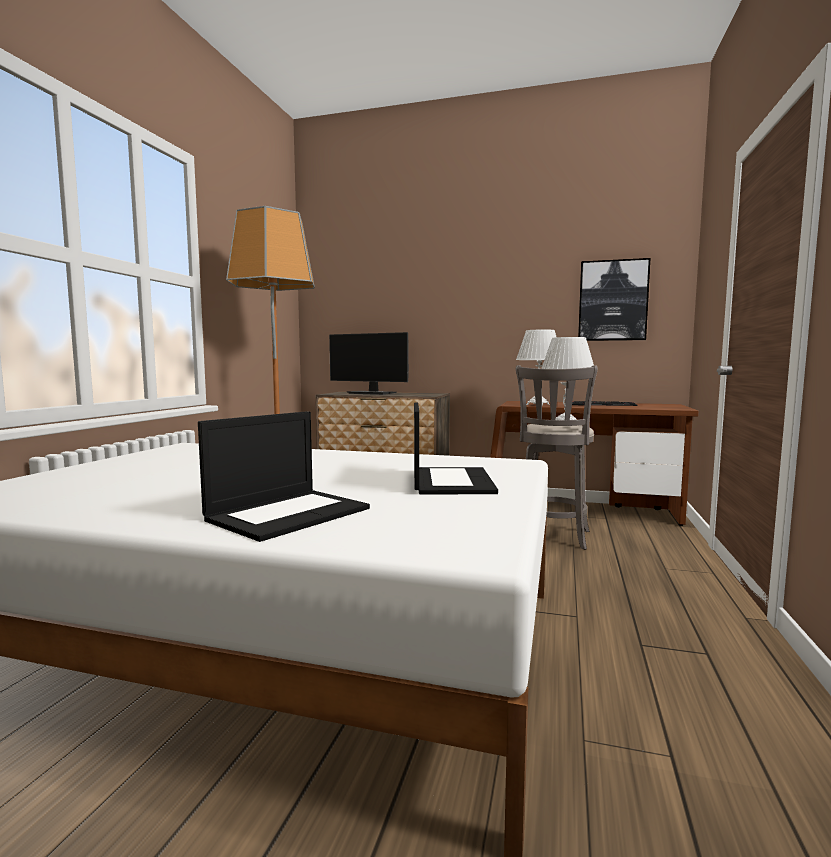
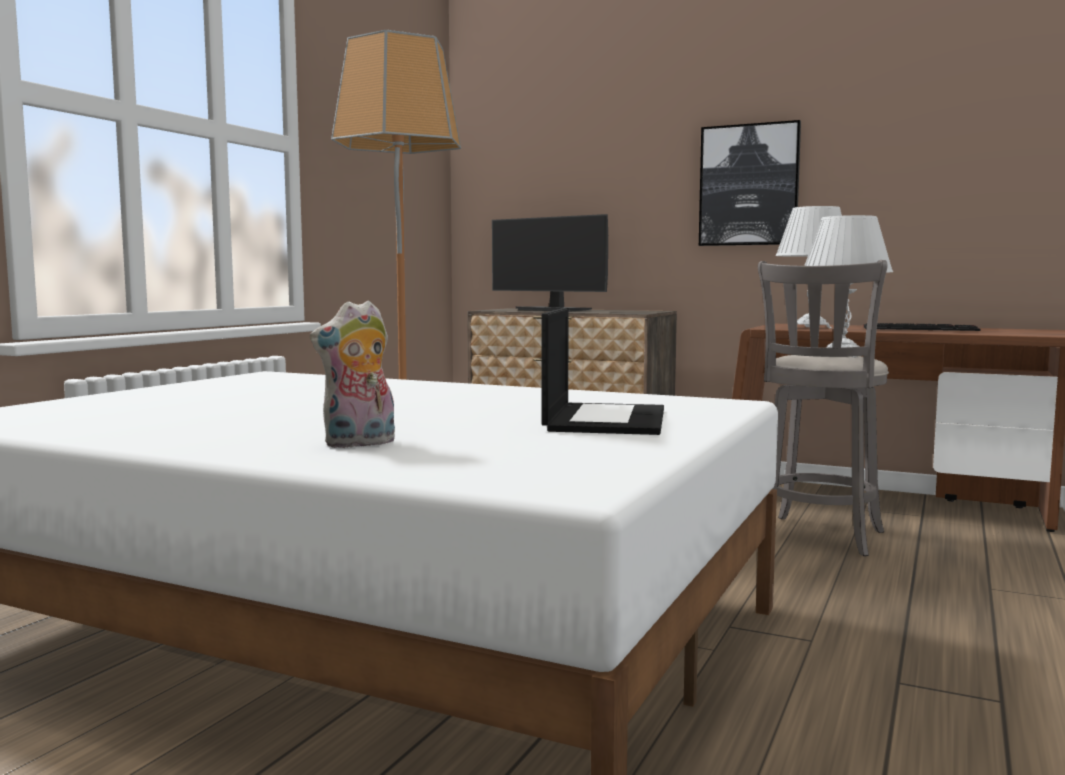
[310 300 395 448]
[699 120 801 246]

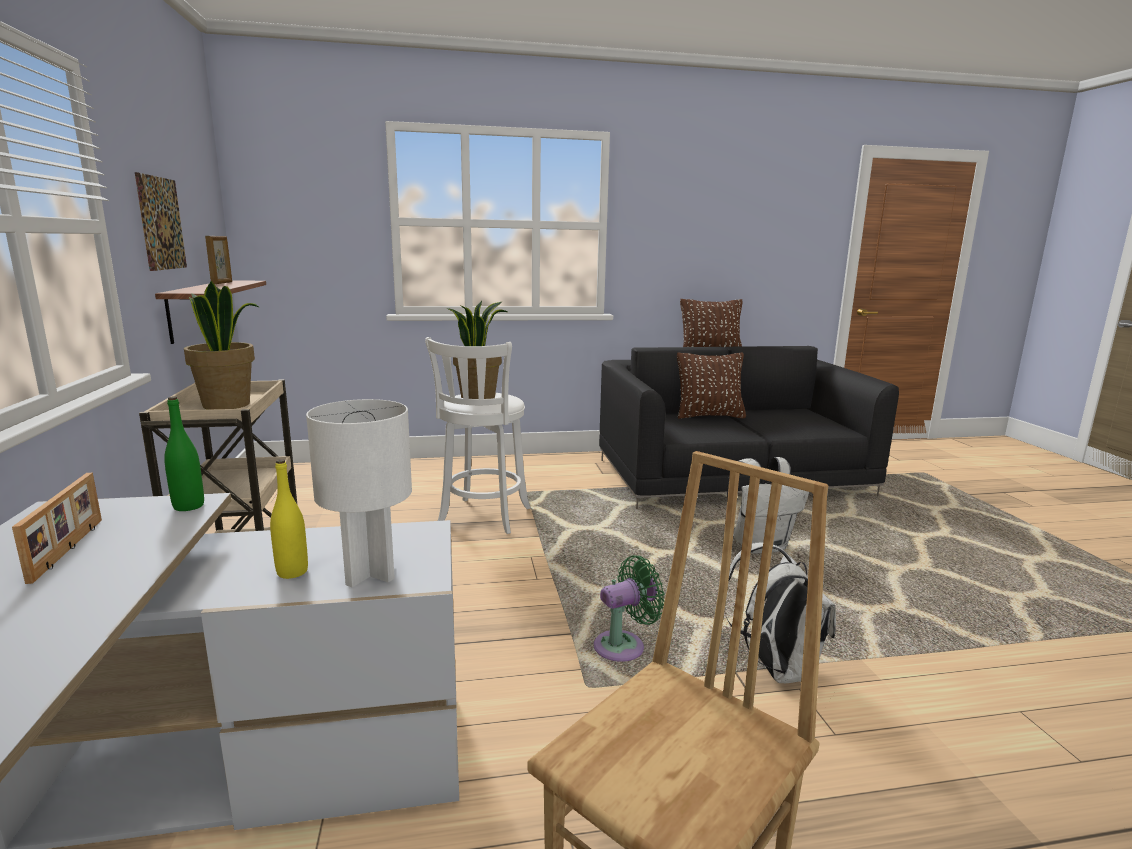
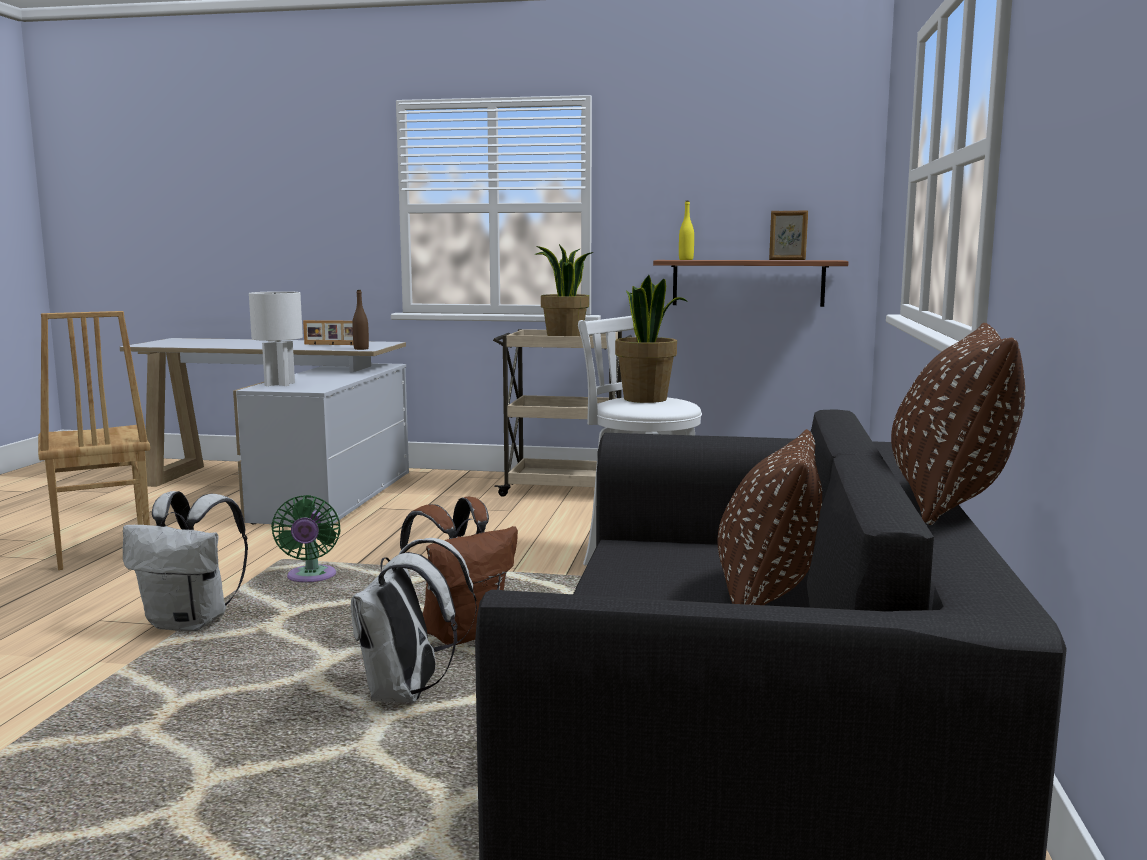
[352 290 369 350]
[400 497 518 645]
[679 201 694 260]
[135 172 187 271] (first image)

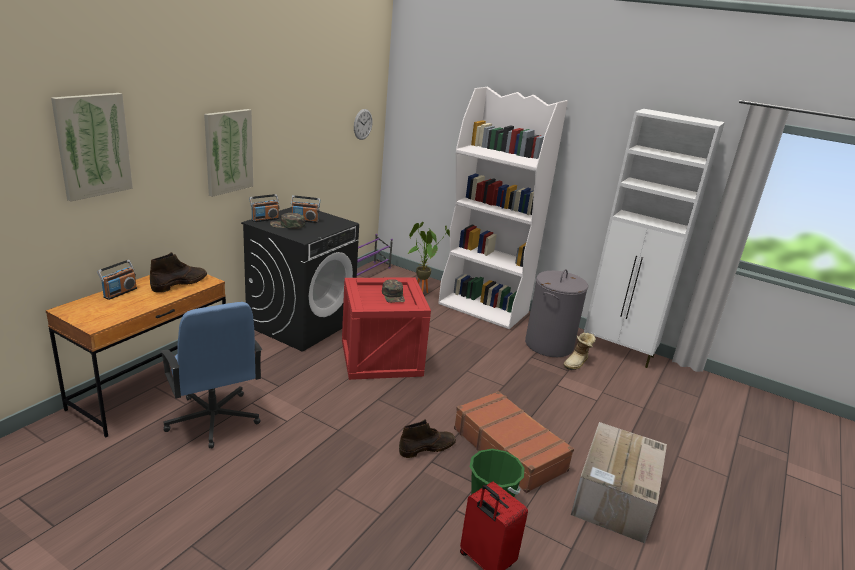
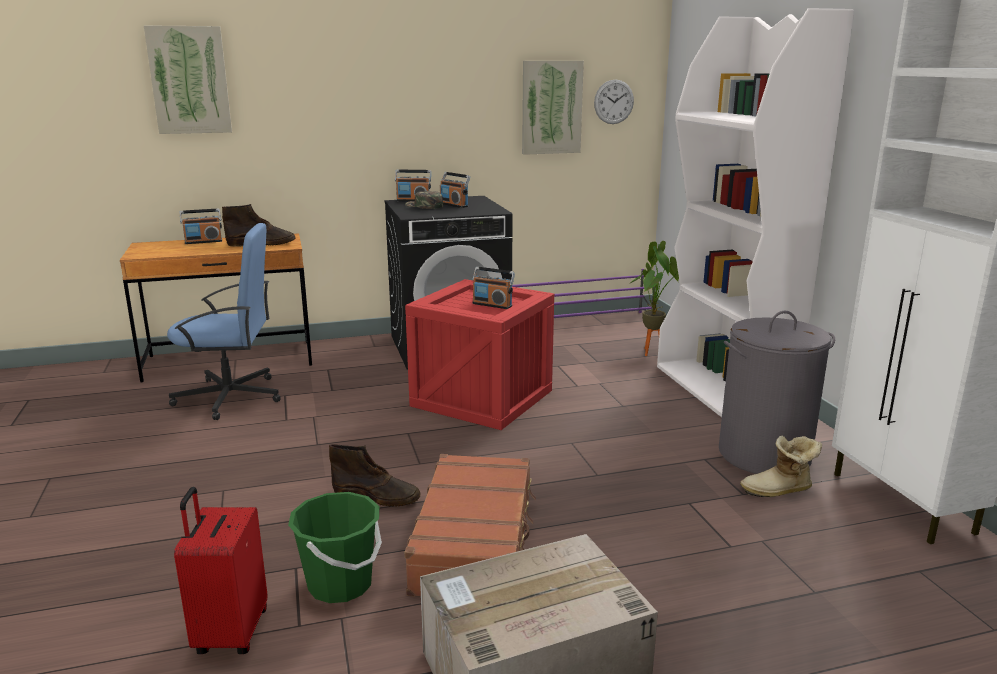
[167 223 281 420]
[472 267 515 309]
[522 61 584 155]

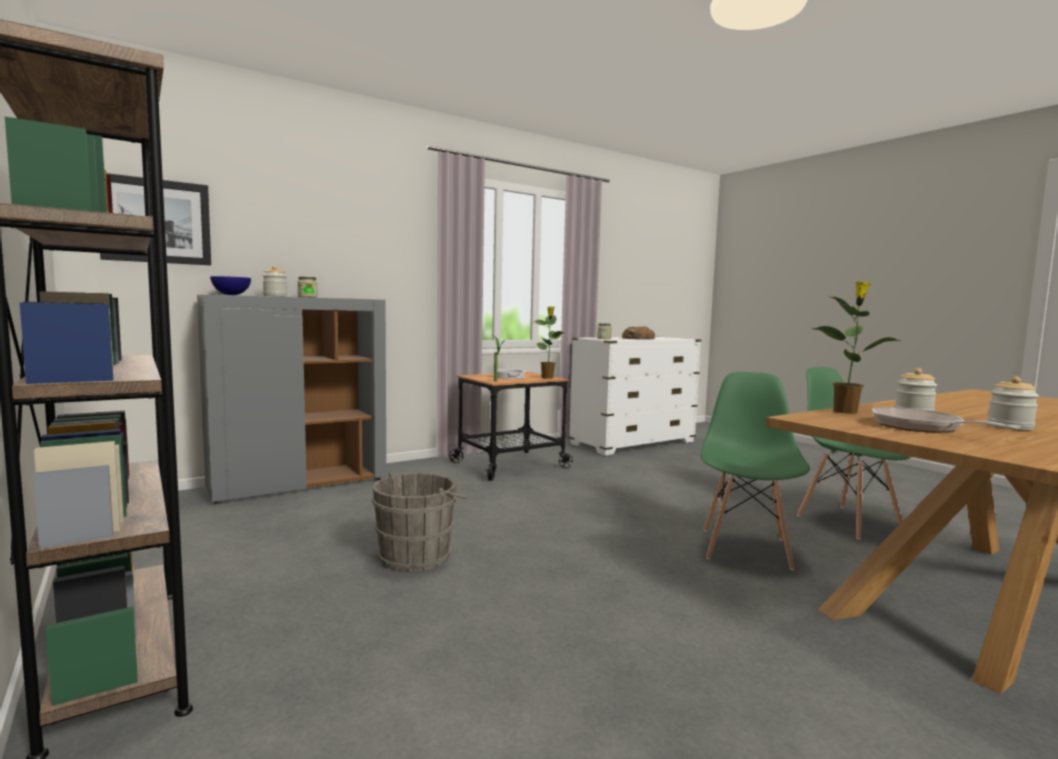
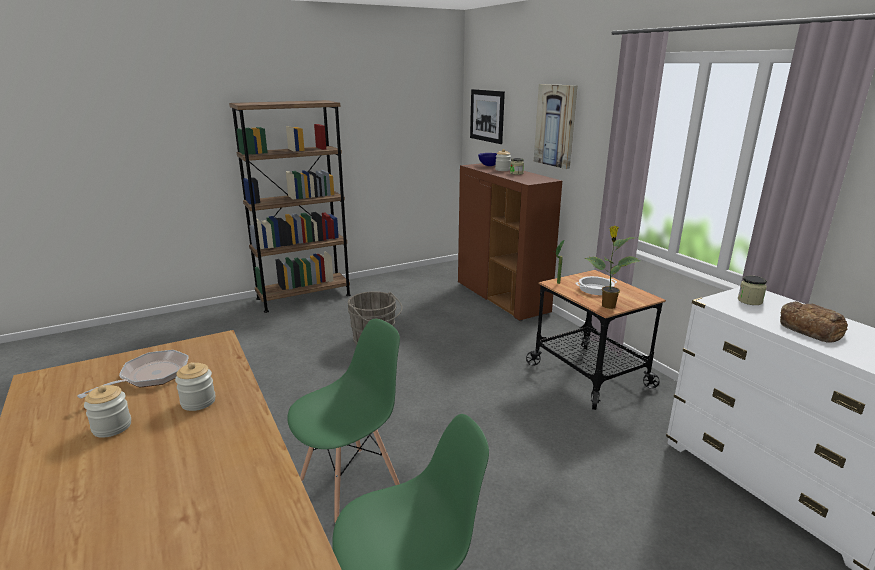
[77 350 189 398]
[287 319 400 523]
[458 163 562 321]
[534 84 577 169]
[811 281 901 414] (first image)

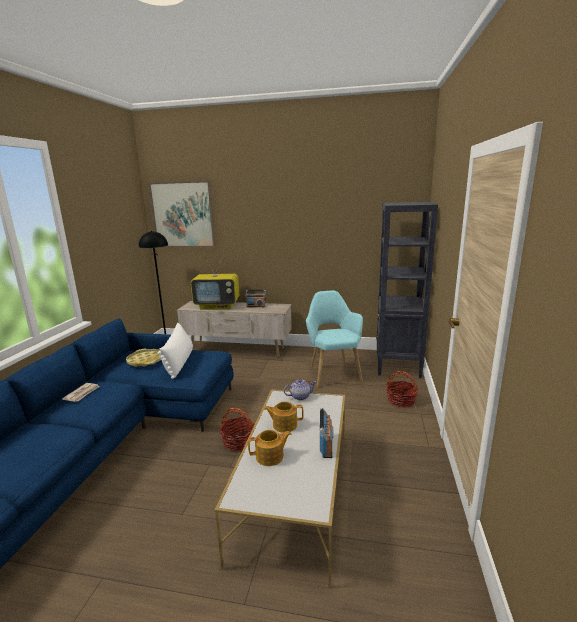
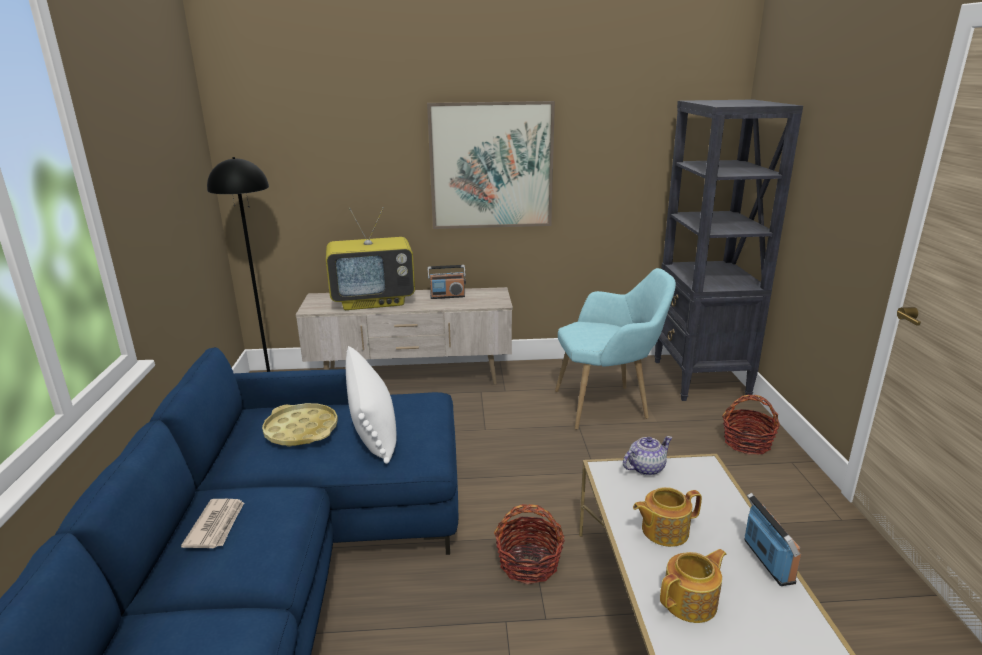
[427 101 555 229]
[555 268 676 430]

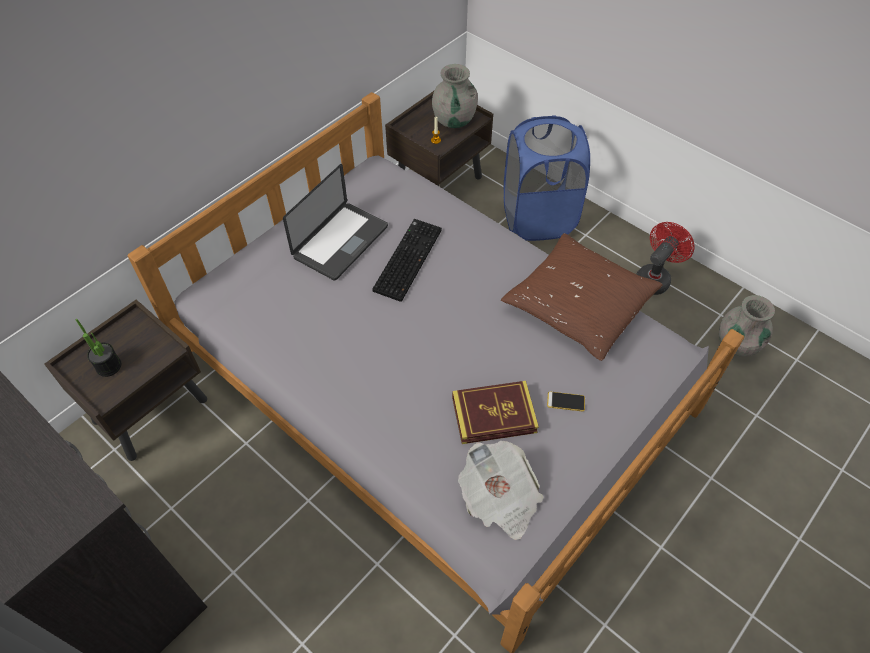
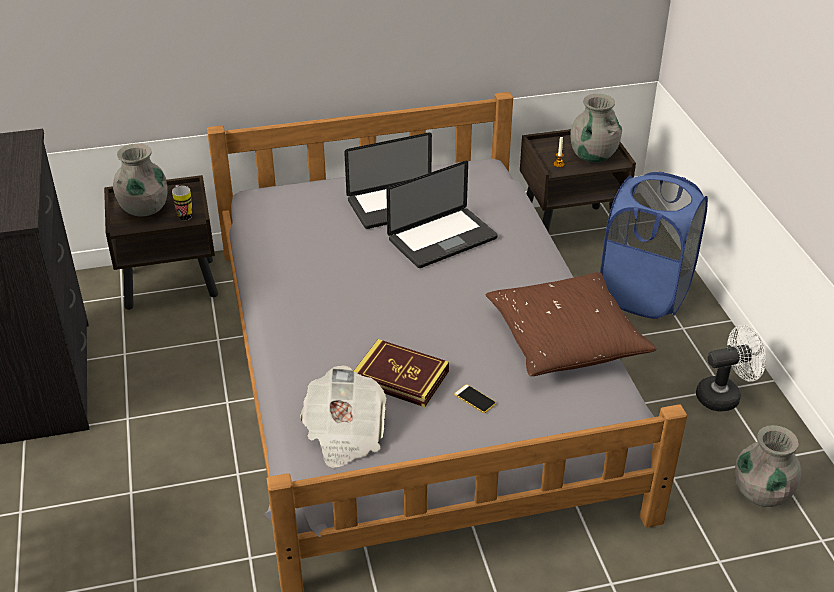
[113 144 168 216]
[172 185 192 220]
[386 161 498 268]
[696 325 766 412]

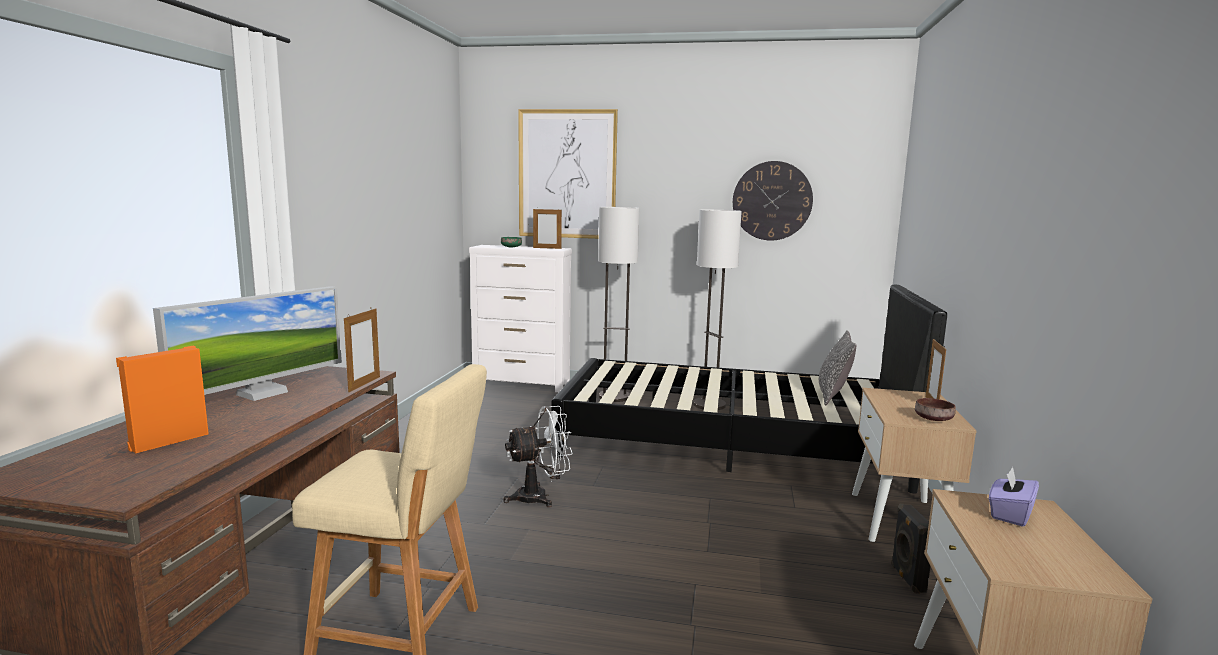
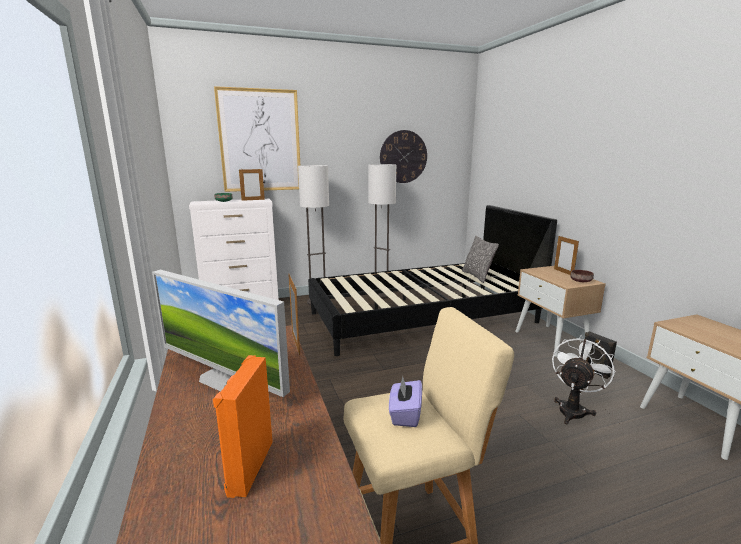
[152 270 290 397]
[389 376 422 427]
[552 335 616 424]

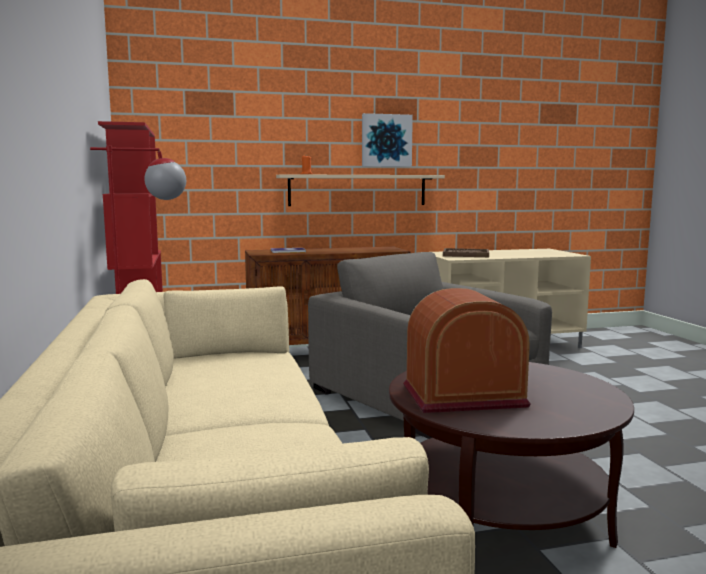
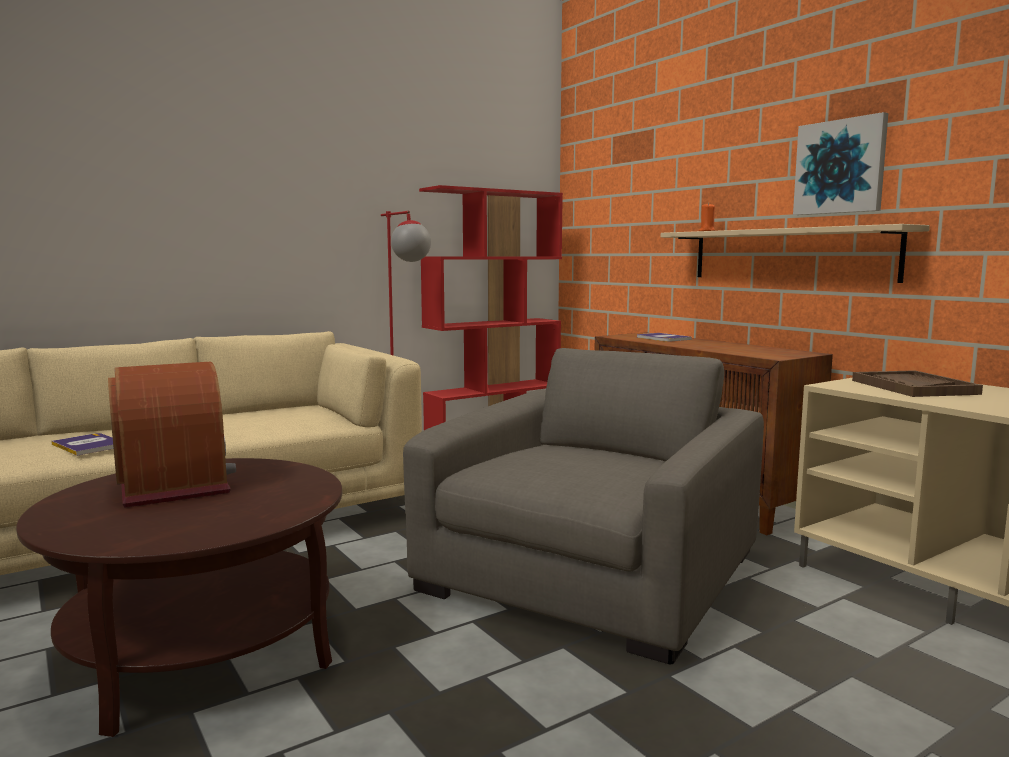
[51 433 114 456]

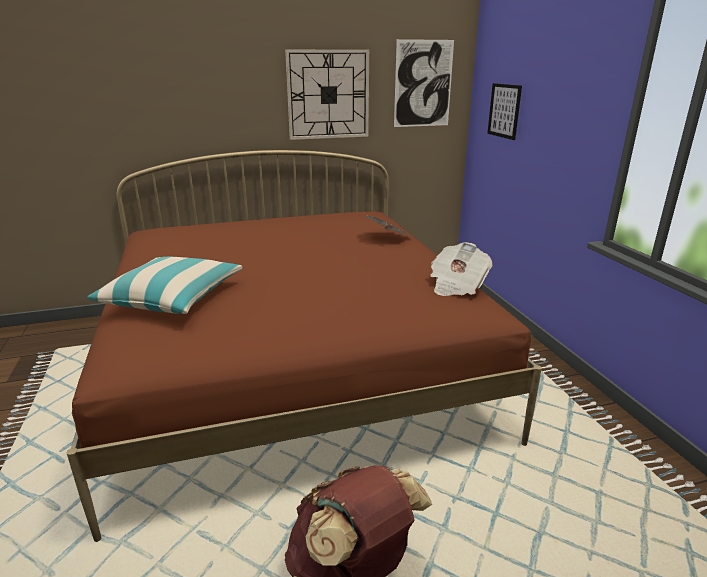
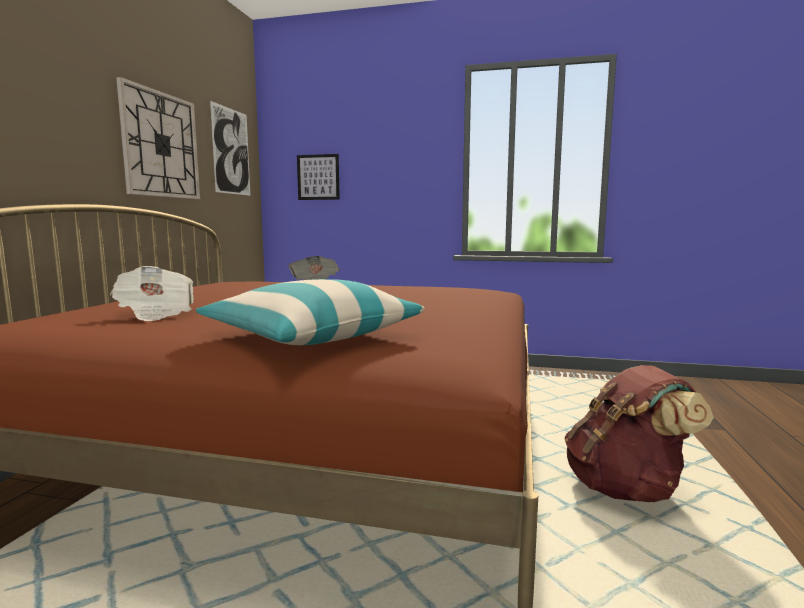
[110 266 194 321]

